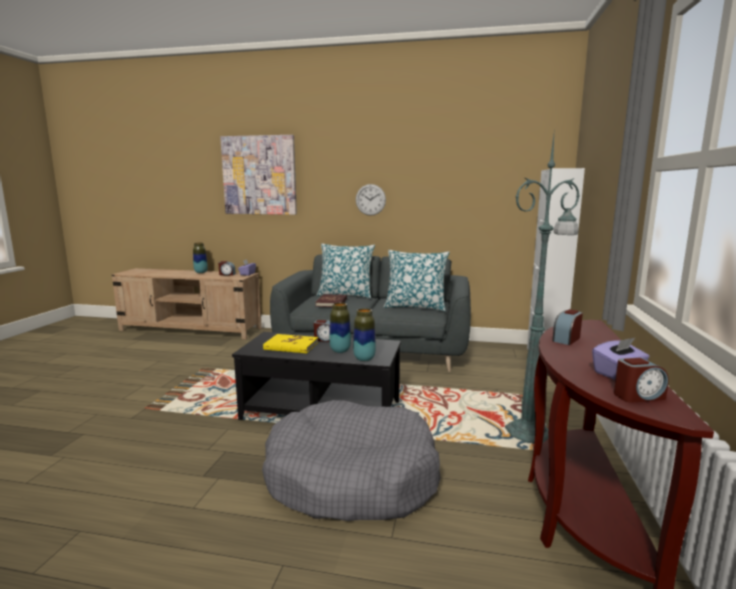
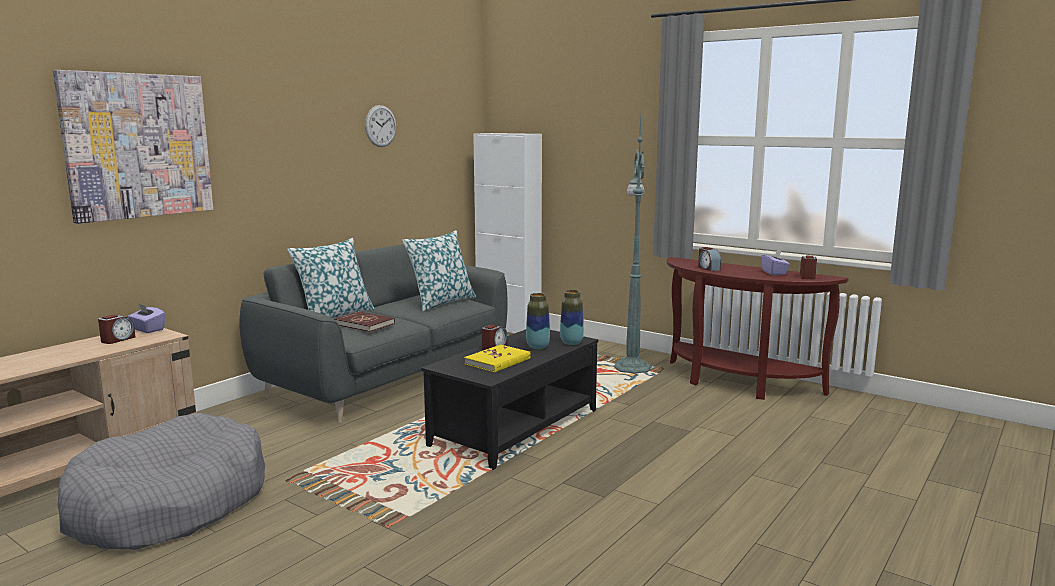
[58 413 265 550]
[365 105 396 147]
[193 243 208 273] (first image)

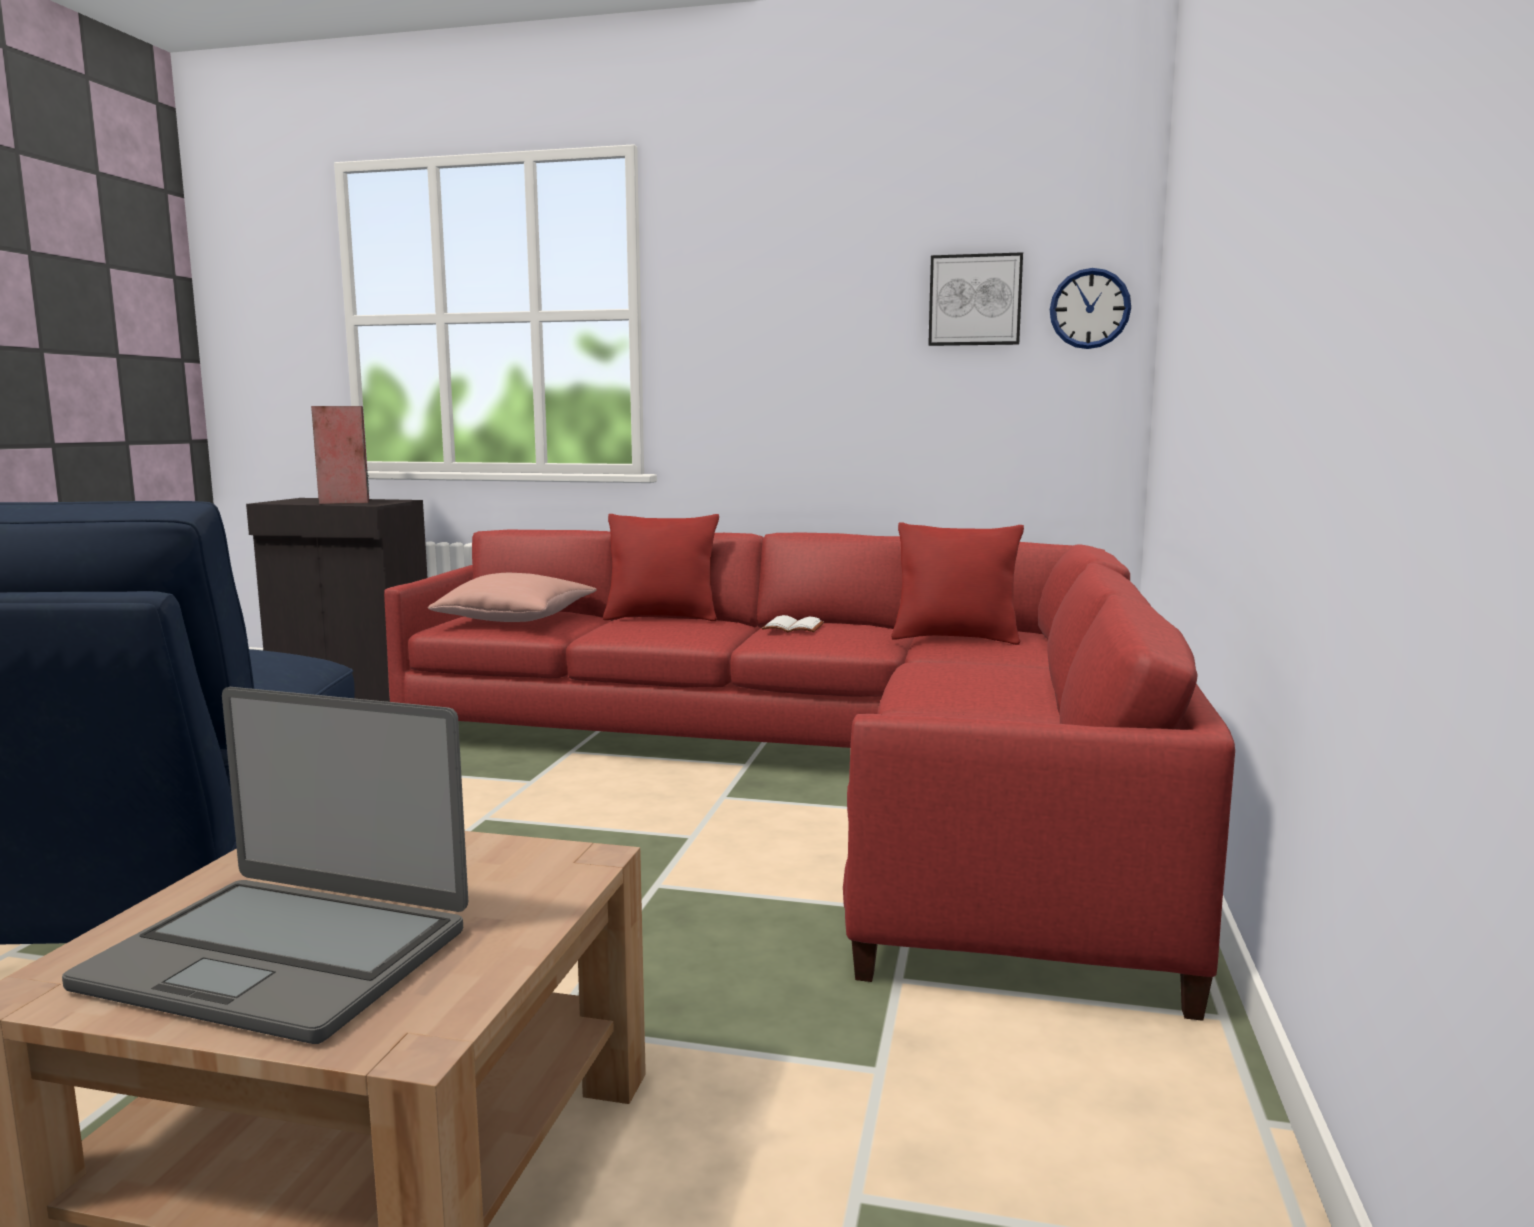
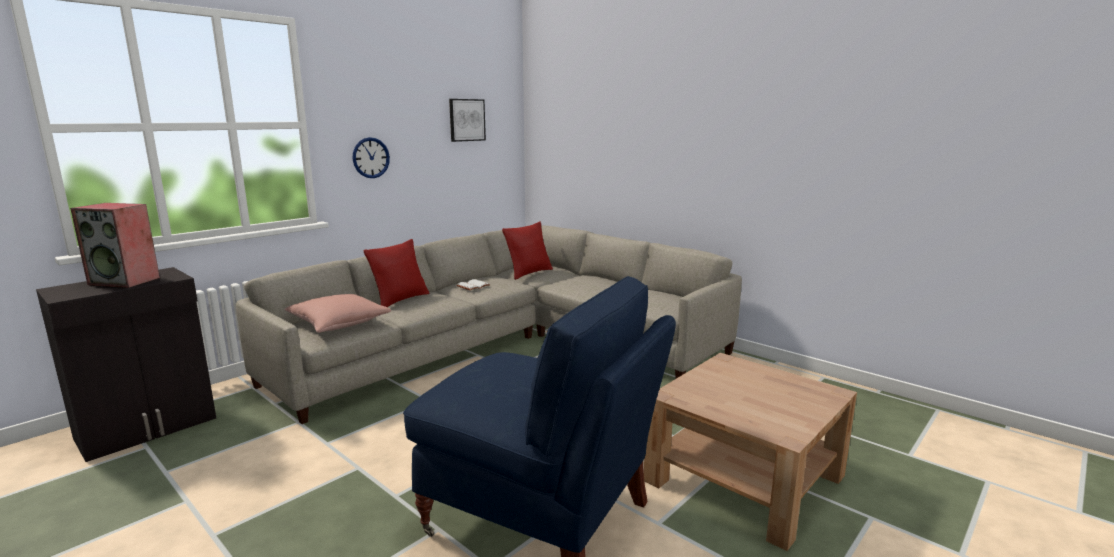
[236 225 742 424]
[353 137 390 178]
[62 687 468 1044] (first image)

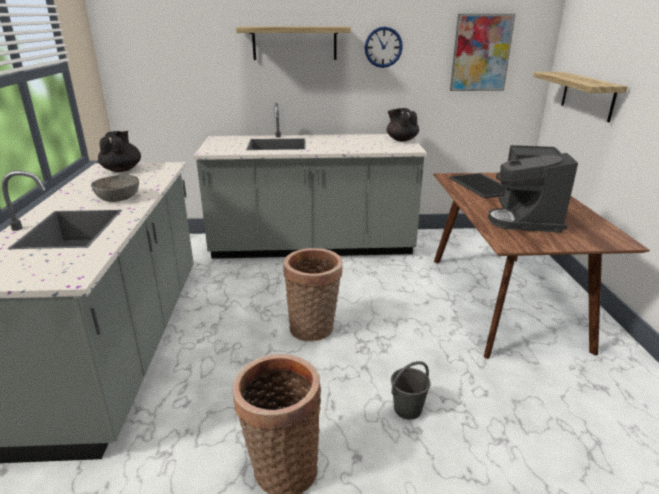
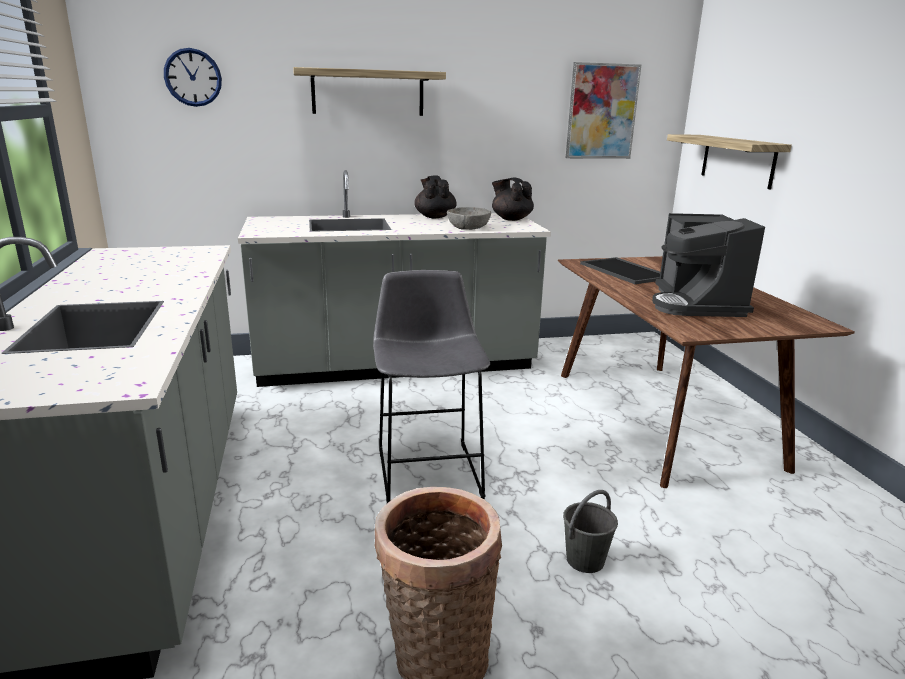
[164 48 222 107]
[373 270 490 503]
[414 176 457 218]
[447 207 491 230]

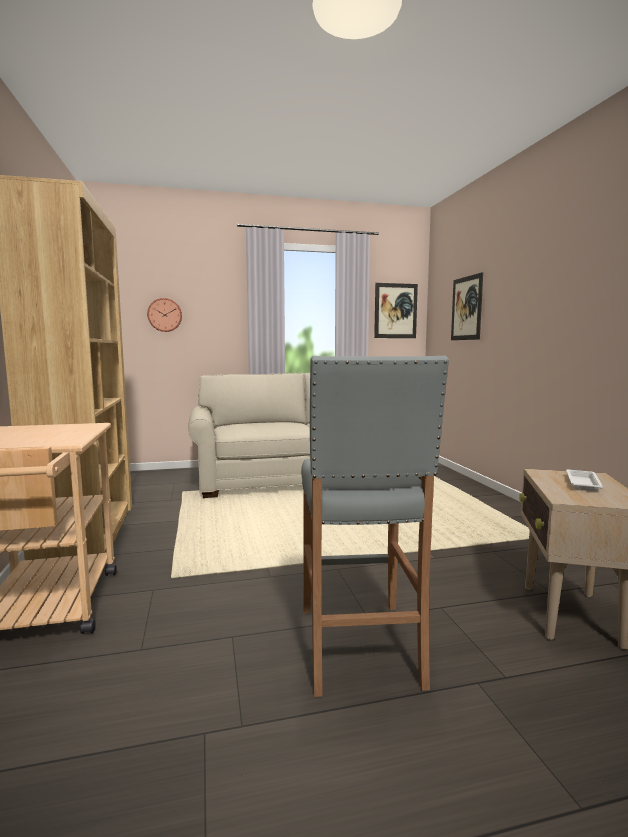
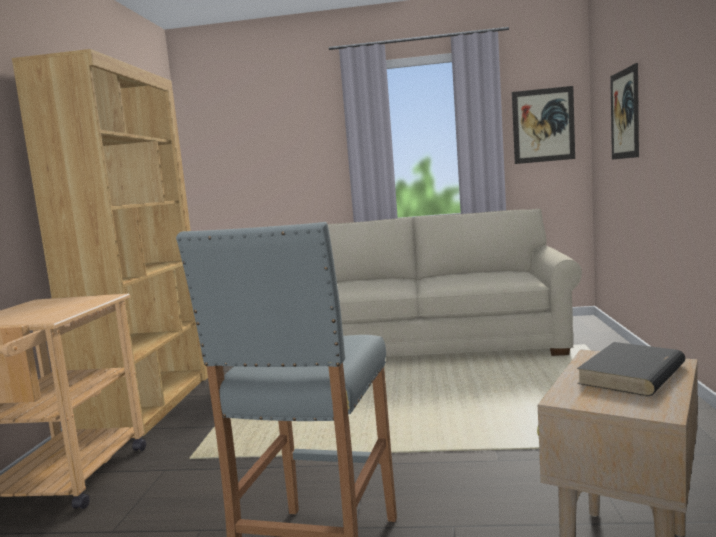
[577 342 685 396]
[147 298 182 332] (first image)

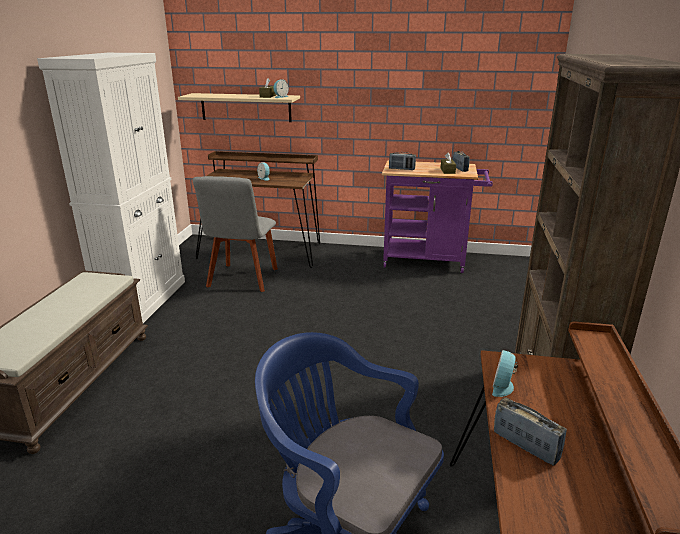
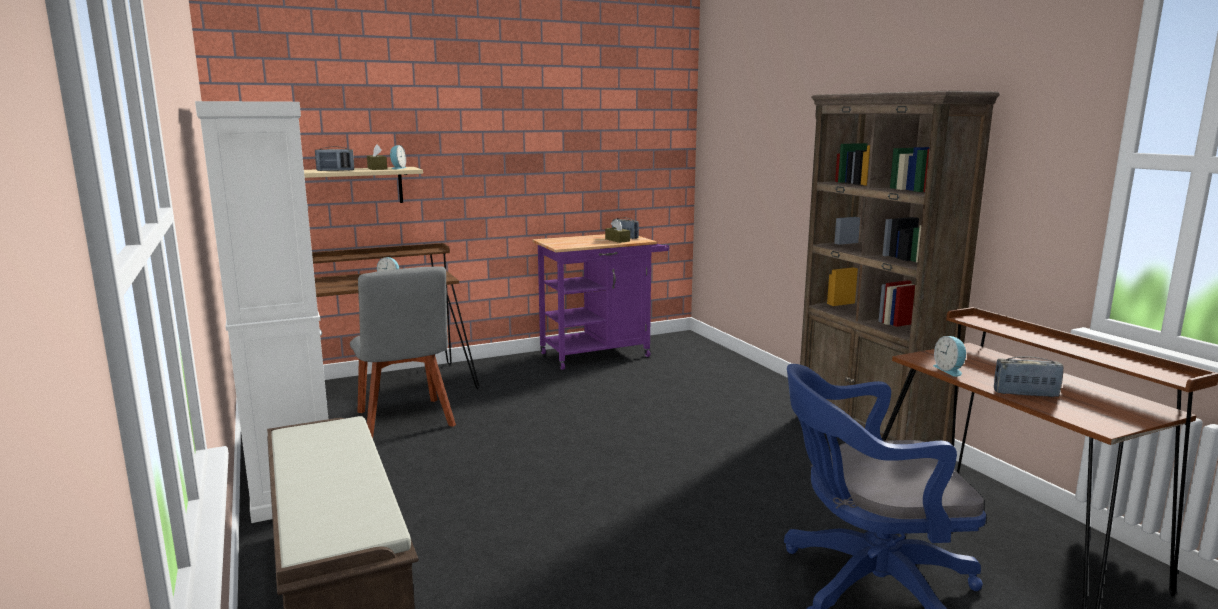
[315 146 354 171]

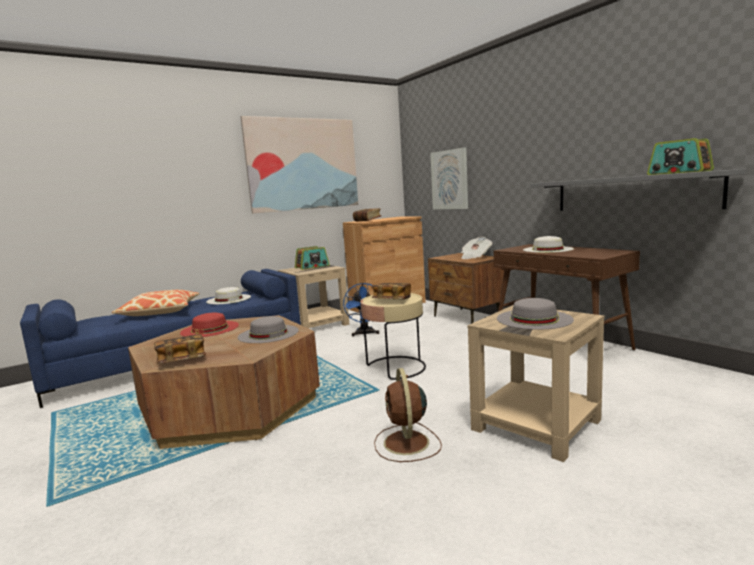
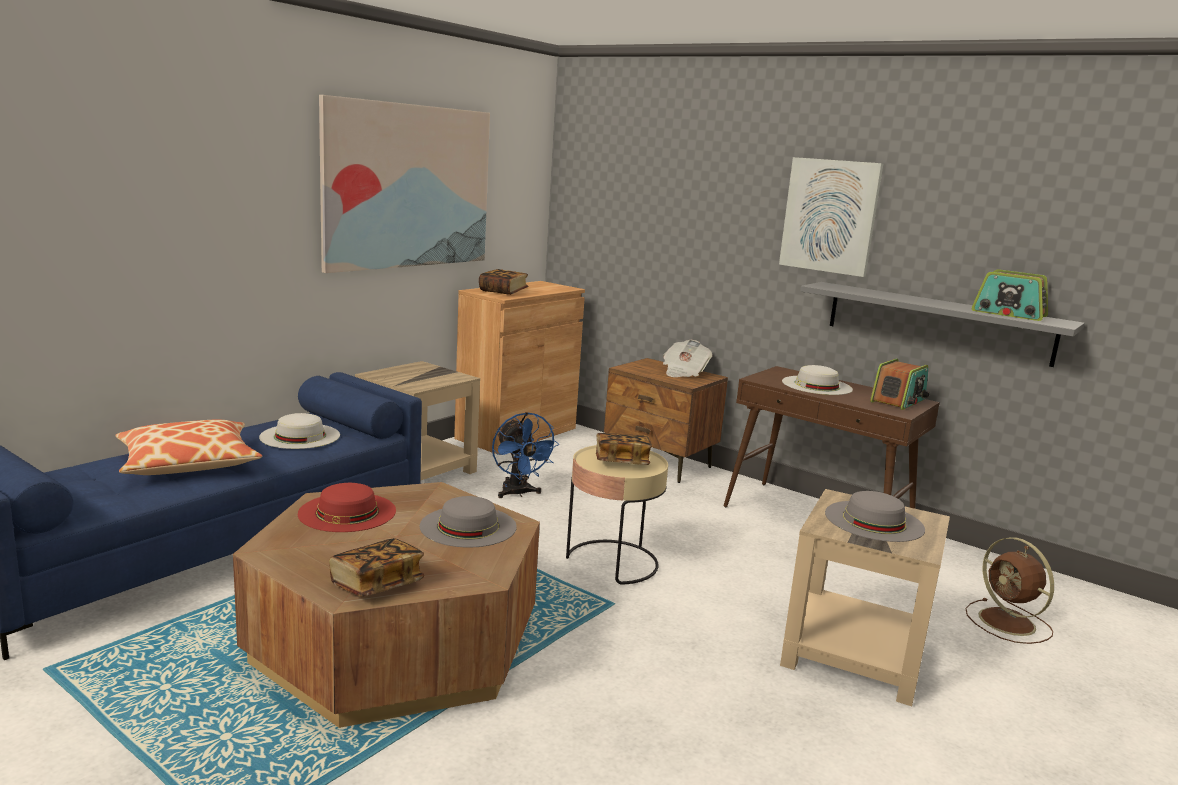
[779 157 883 277]
[870 359 929 410]
[965 537 1054 644]

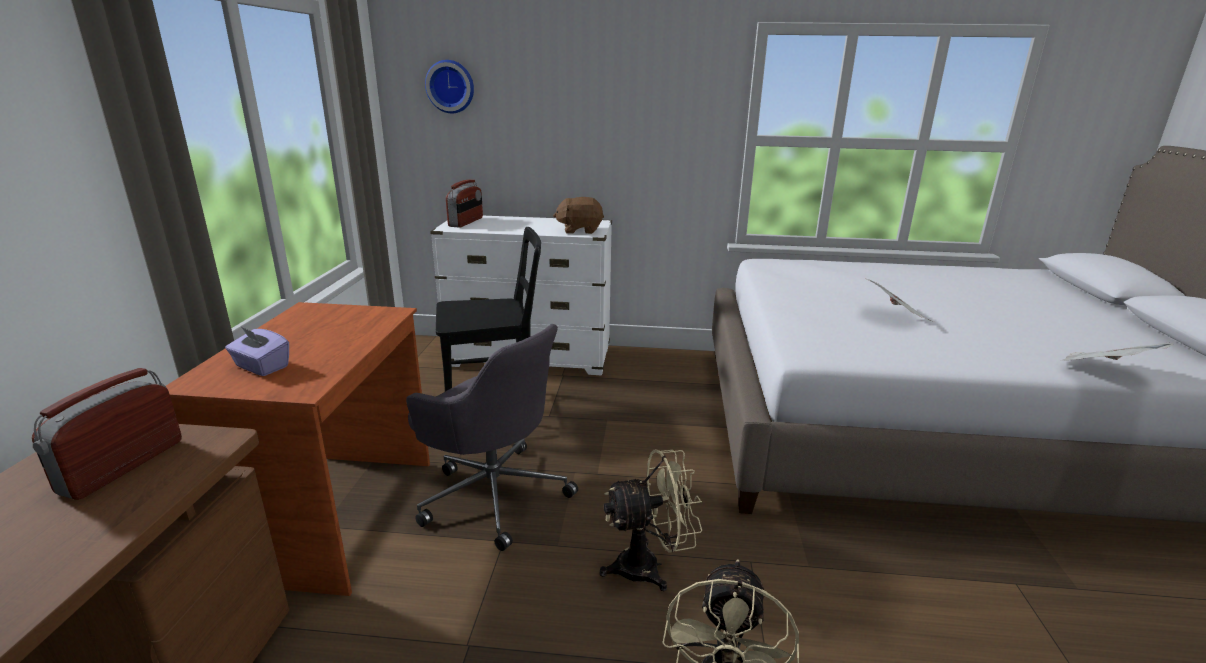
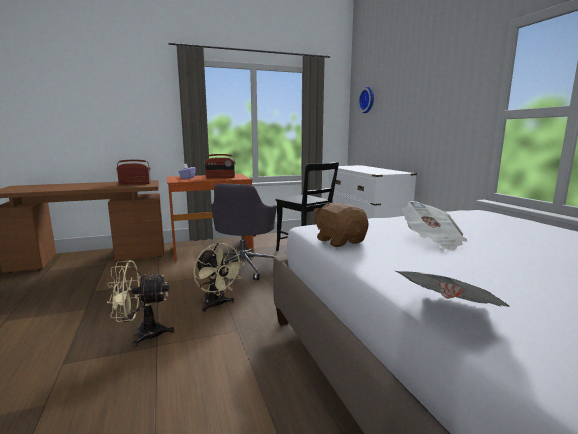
[204 154 235 178]
[314 202 369 247]

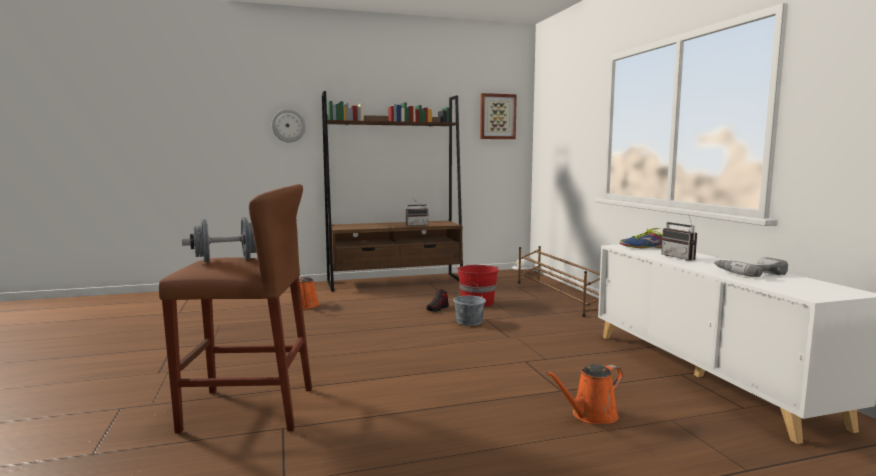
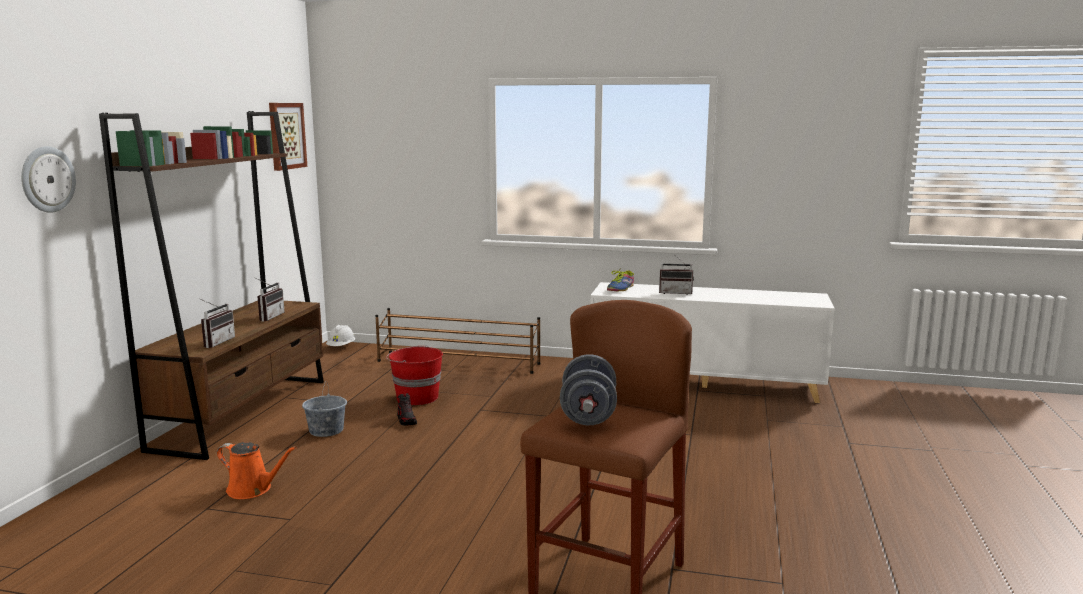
[199 298 235 348]
[302 381 347 437]
[546 364 623 424] (first image)
[714 257 788 277] (first image)

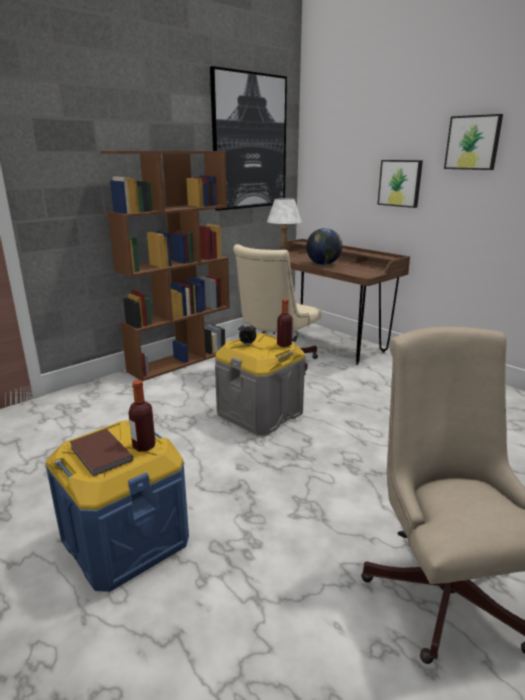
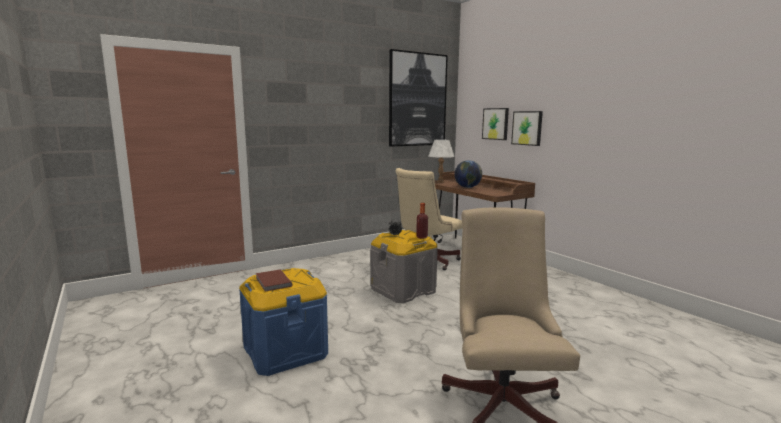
[482 108 509 140]
[101 151 230 381] (first image)
[129 380 155 452] (first image)

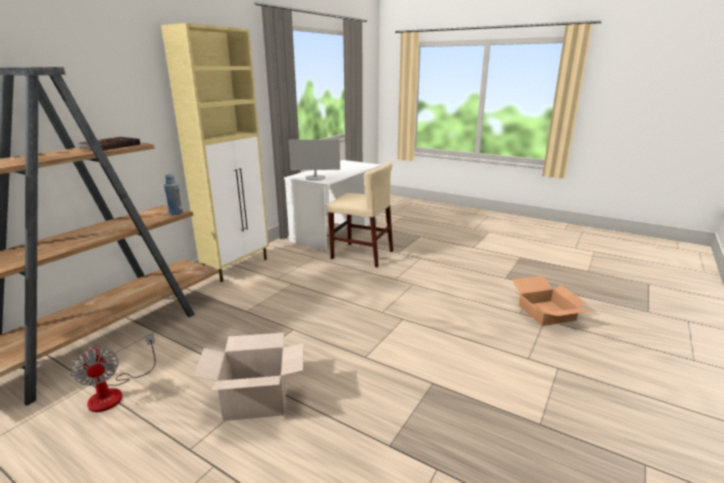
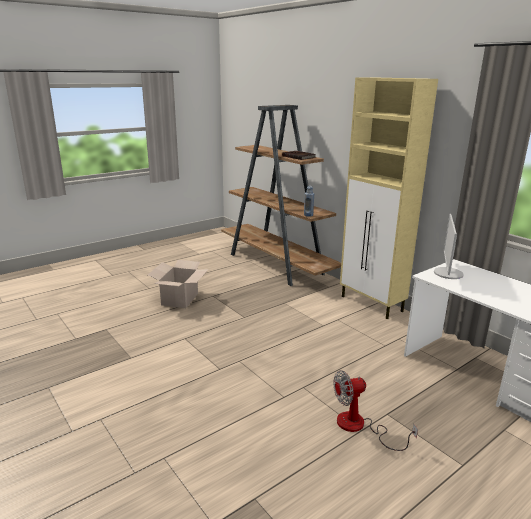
[333 370 418 451]
[327 162 393 268] (first image)
[512 276 593 326] (first image)

